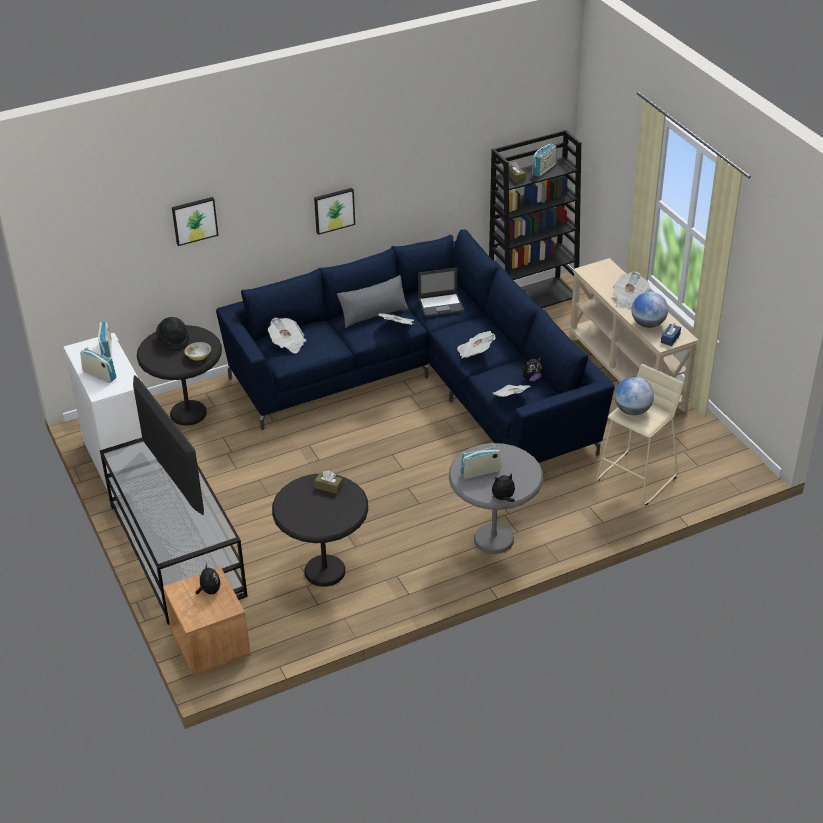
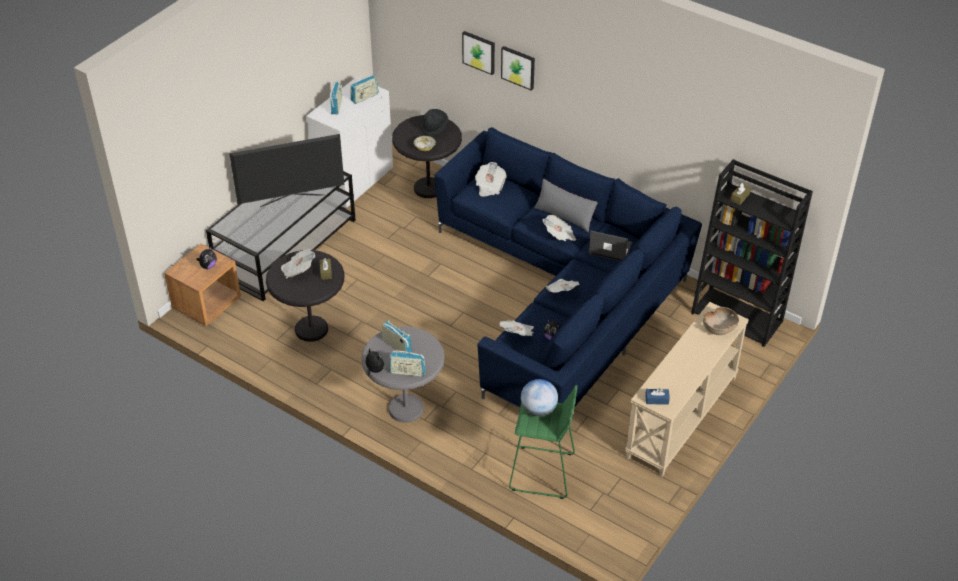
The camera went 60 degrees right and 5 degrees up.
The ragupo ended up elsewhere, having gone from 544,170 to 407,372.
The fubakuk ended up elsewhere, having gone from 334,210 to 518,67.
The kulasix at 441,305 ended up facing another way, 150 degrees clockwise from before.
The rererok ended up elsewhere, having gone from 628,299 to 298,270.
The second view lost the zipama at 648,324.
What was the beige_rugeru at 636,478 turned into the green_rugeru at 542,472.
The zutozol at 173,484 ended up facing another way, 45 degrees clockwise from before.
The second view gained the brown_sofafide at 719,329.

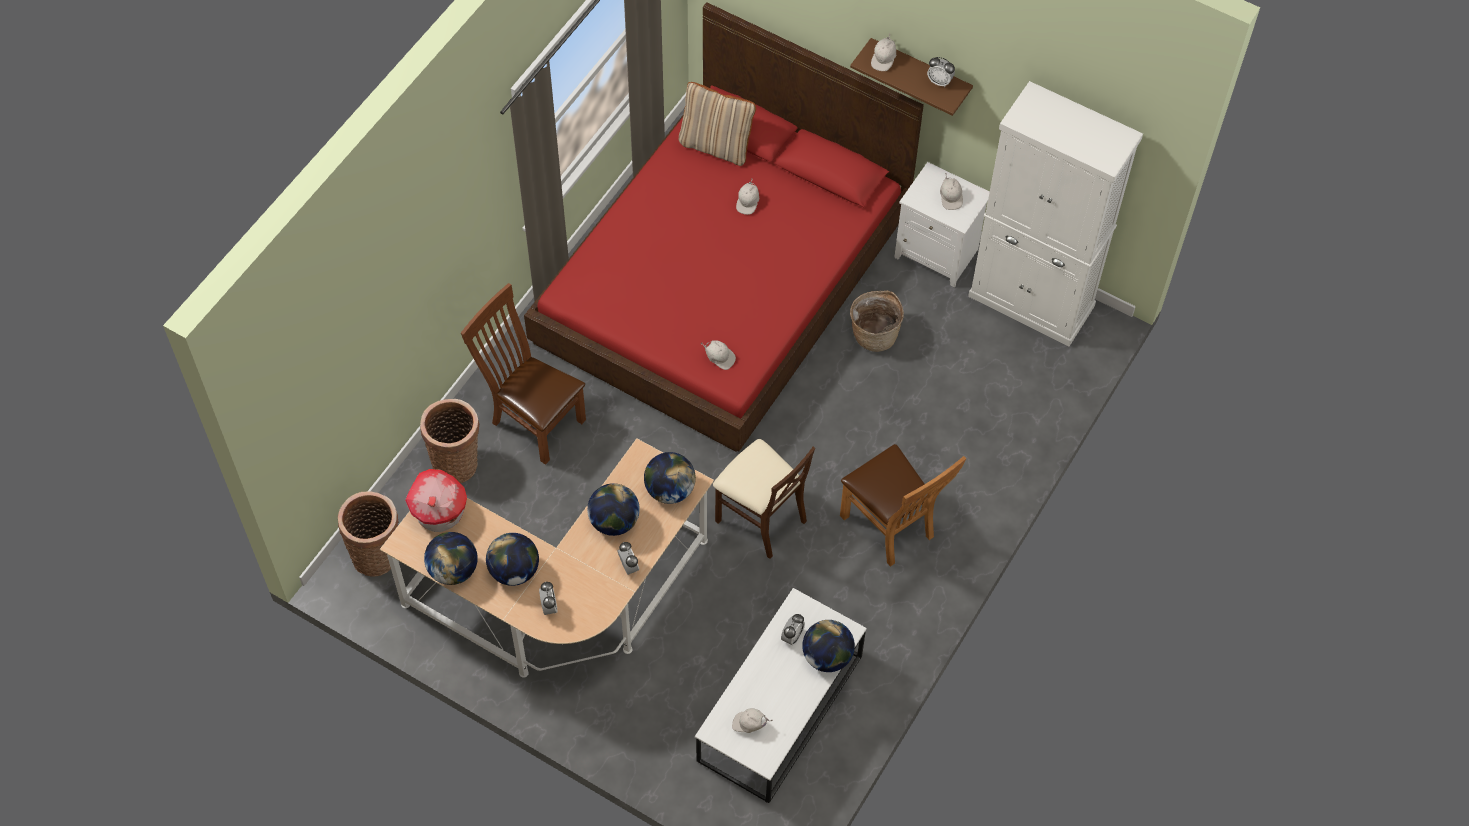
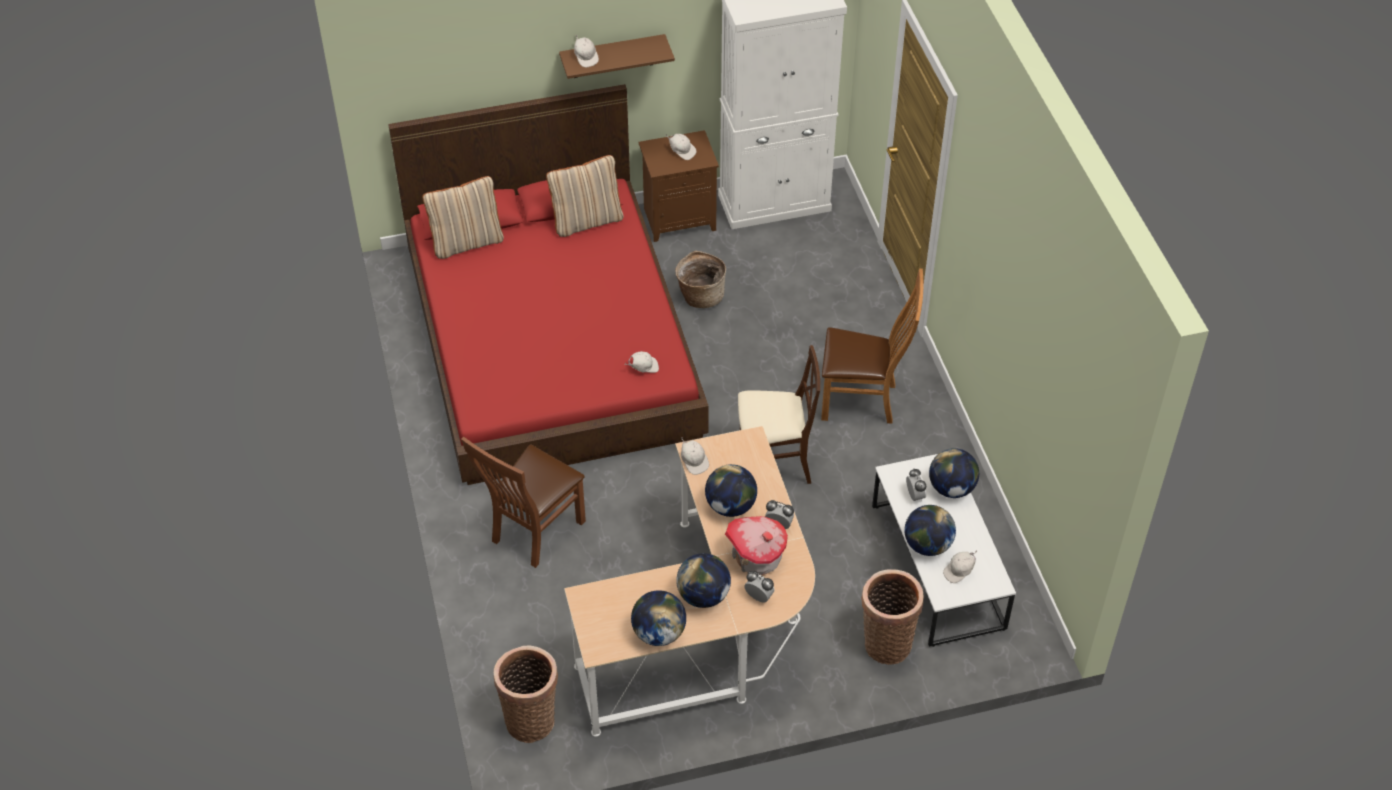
The camera went 45 degrees left and 10 degrees down.
The second view lost the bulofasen at 939,81.
What was the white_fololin at 938,253 turned into the brown_fololin at 679,218.
The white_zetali ended up elsewhere, having gone from 748,202 to 694,461.
The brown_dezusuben at 533,420 ended up facing another way, 45 degrees counterclockwise from before.
The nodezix ended up elsewhere, having gone from 457,462 to 886,641.
The zipama ended up elsewhere, having gone from 669,490 to 927,545.
The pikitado ended up elsewhere, having gone from 440,512 to 756,557.
The second view gained the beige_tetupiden at 586,220.

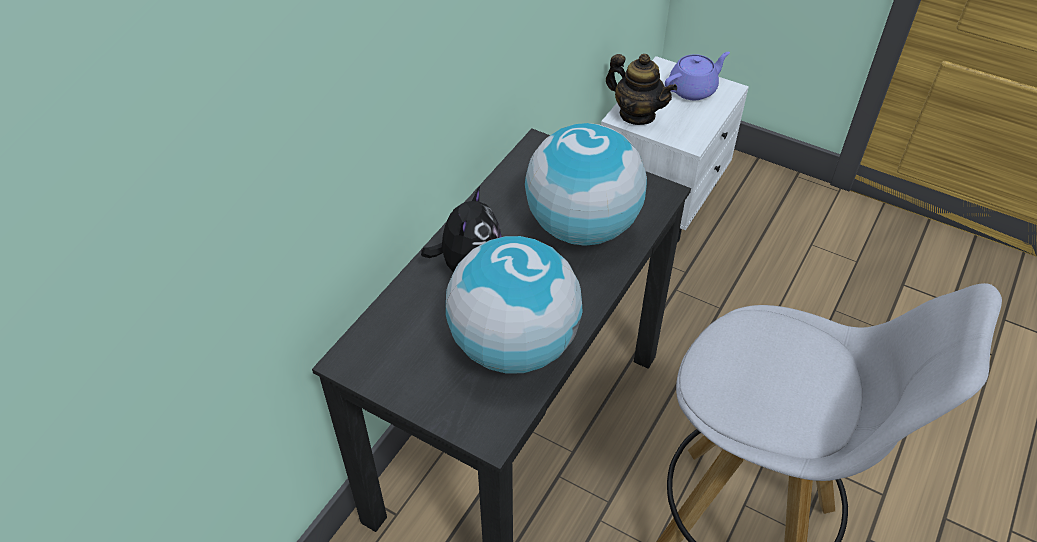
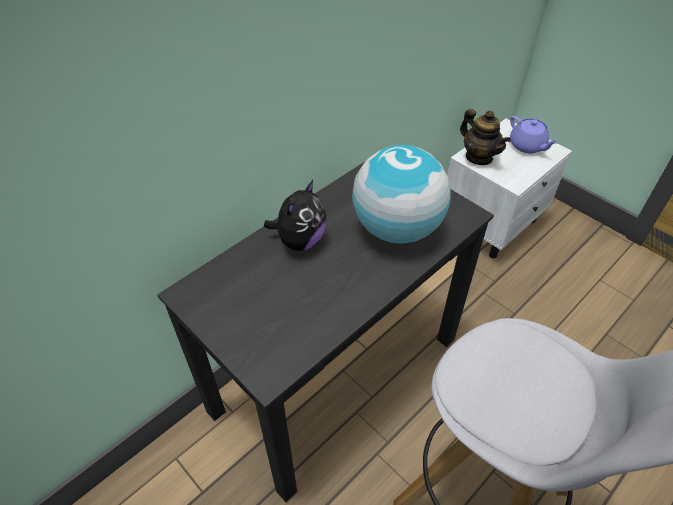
The camera went 15 degrees right and 0 degrees up.
The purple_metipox at 693,89 ended up facing another way, 75 degrees clockwise from before.
The second view lost the zipama at 513,346.

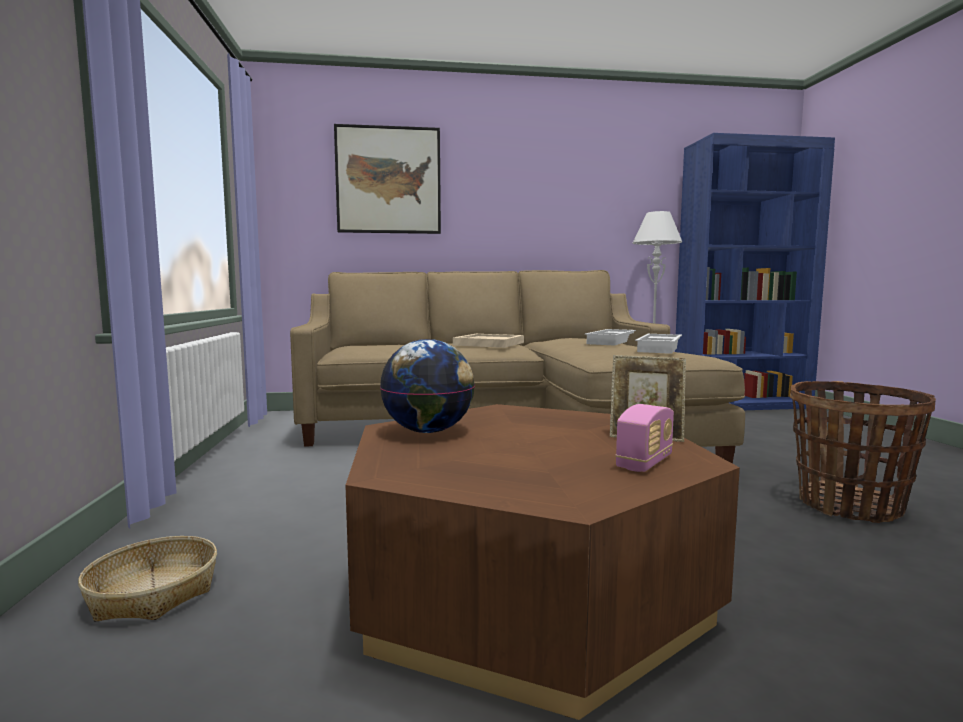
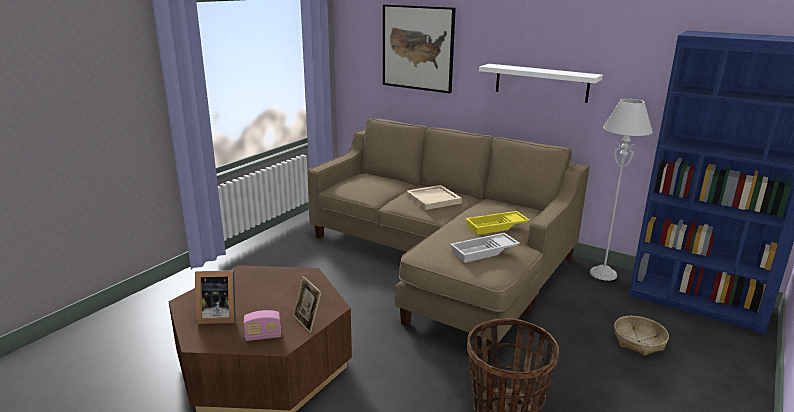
The camera went 40 degrees right and 15 degrees up.
What was the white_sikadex at 612,341 turned into the yellow_sikadex at 496,226.
The second view lost the zipama at 428,431.
The nodezix ended up elsewhere, having gone from 154,593 to 639,341.
The second view gained the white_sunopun at 541,83.
The second view gained the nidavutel at 217,316.

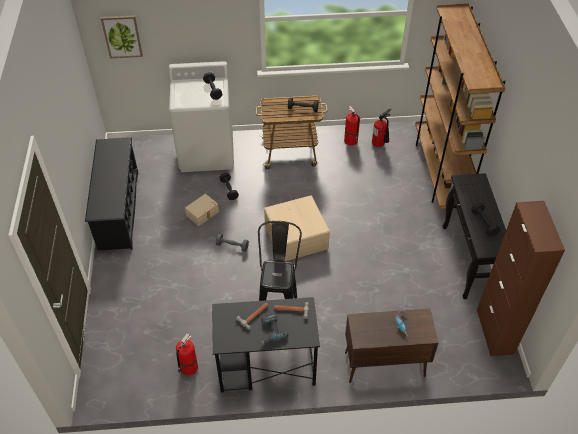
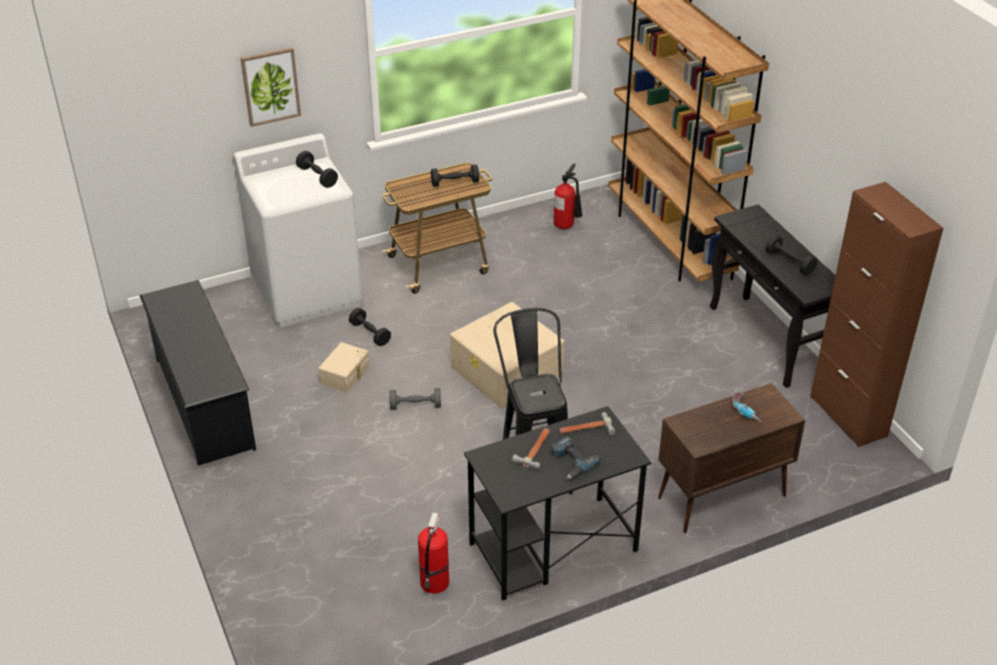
The camera went 20 degrees left and 10 degrees down.
The fubakuk ended up elsewhere, having gone from 122,36 to 270,86.
The second view lost the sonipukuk at 351,141.

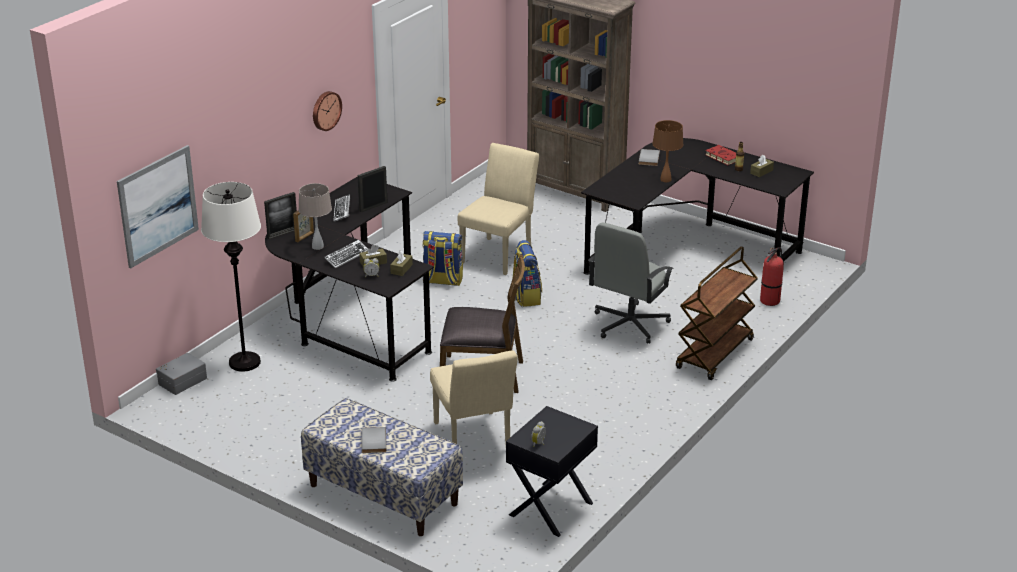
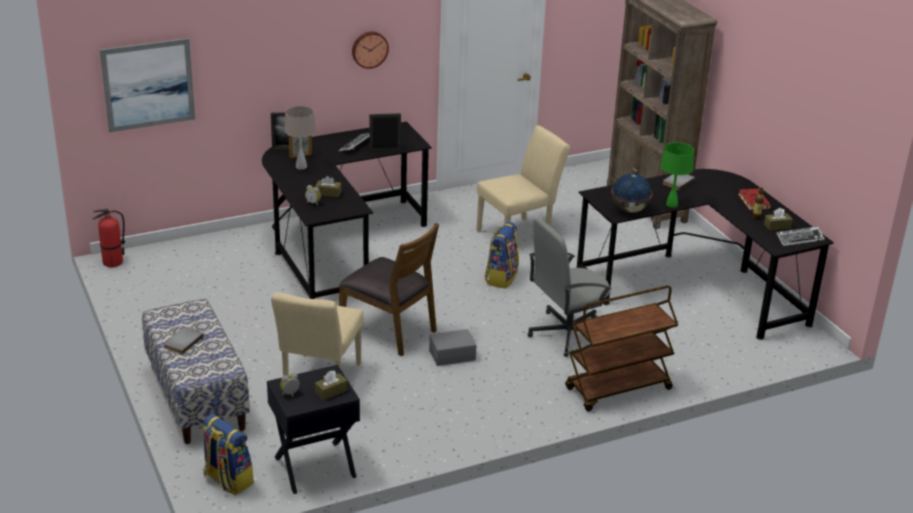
The camera went 30 degrees right and 0 degrees up.
What was the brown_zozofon at 666,180 turned into the green_zozofon at 672,205.
The second view lost the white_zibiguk at 244,363.
The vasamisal ended up elsewhere, having gone from 442,281 to 227,480.
The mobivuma ended up elsewhere, having gone from 346,257 to 799,239.
The sonipukuk ended up elsewhere, having gone from 770,301 to 112,262.
The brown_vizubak ended up elsewhere, having gone from 401,269 to 331,391.
The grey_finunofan ended up elsewhere, having gone from 181,380 to 451,354.
The second view gained the zipama at 629,210.

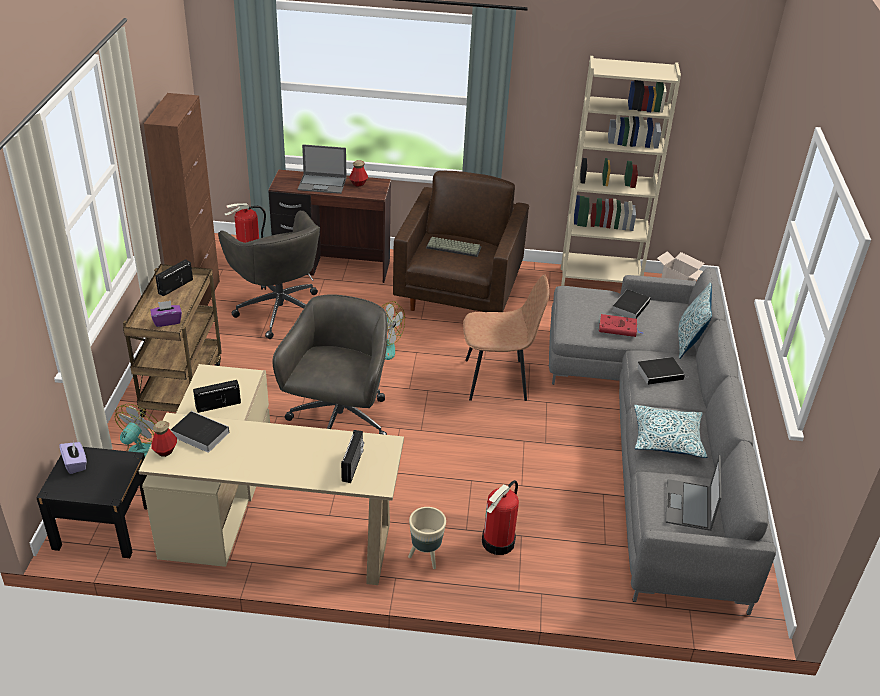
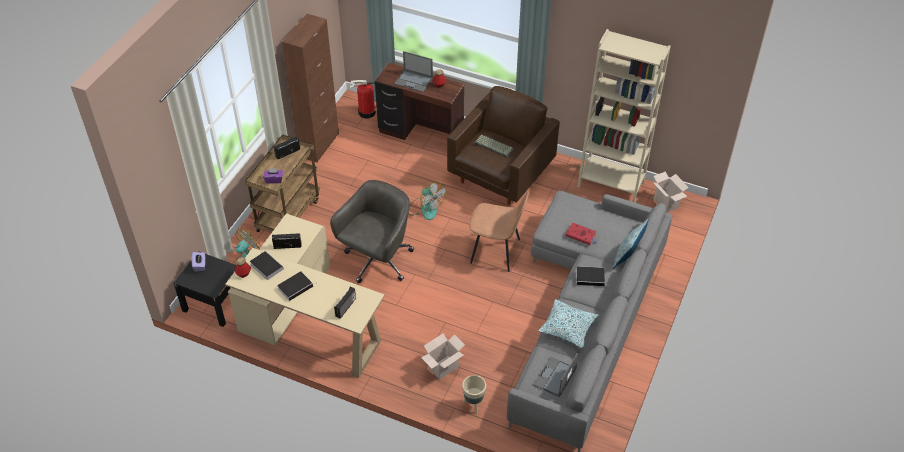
The camera went 20 degrees right and 10 degrees up.
The second view lost the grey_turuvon at 279,309.
The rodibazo ended up elsewhere, having gone from 630,306 to 296,287.
Where the sonipukuk stood at 498,542, the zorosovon came to stand at 443,368.
The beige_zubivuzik ended up elsewhere, having gone from 425,557 to 473,405.

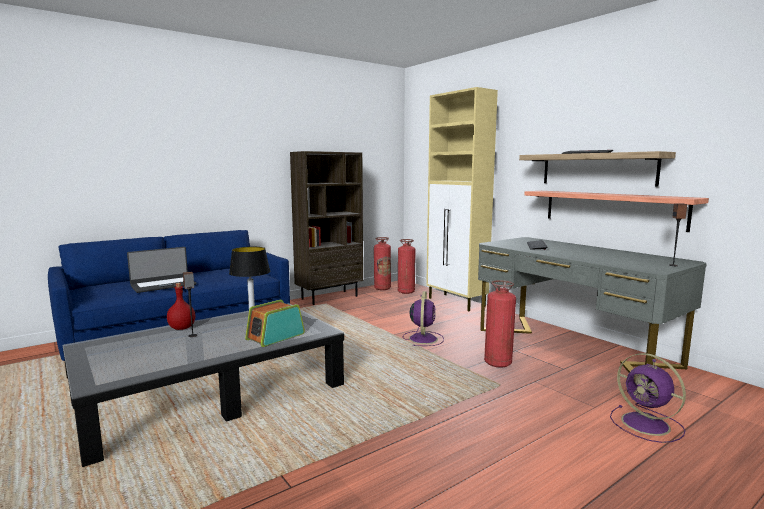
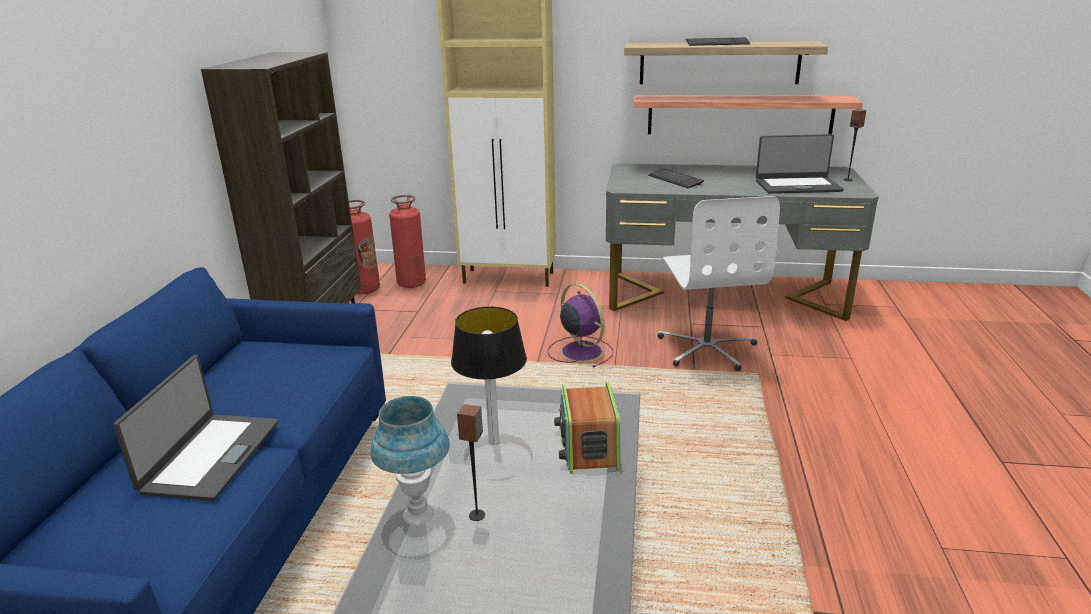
The camera went 45 degrees left and 15 degrees up.
Where the sonipukuk stood at 497,363, the white_turuvon came to stand at 707,348.
Where the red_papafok stood at 181,328, the blue_zozofon came to stand at 418,515.
The second view lost the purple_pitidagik at 647,425.
The second view gained the kulasix at 797,186.

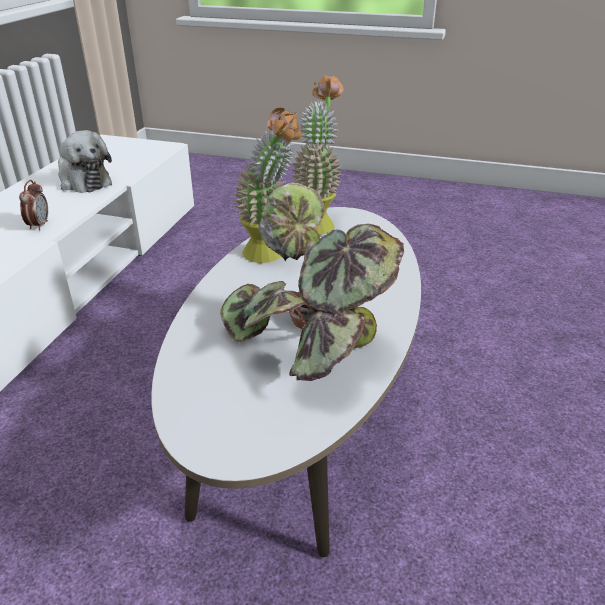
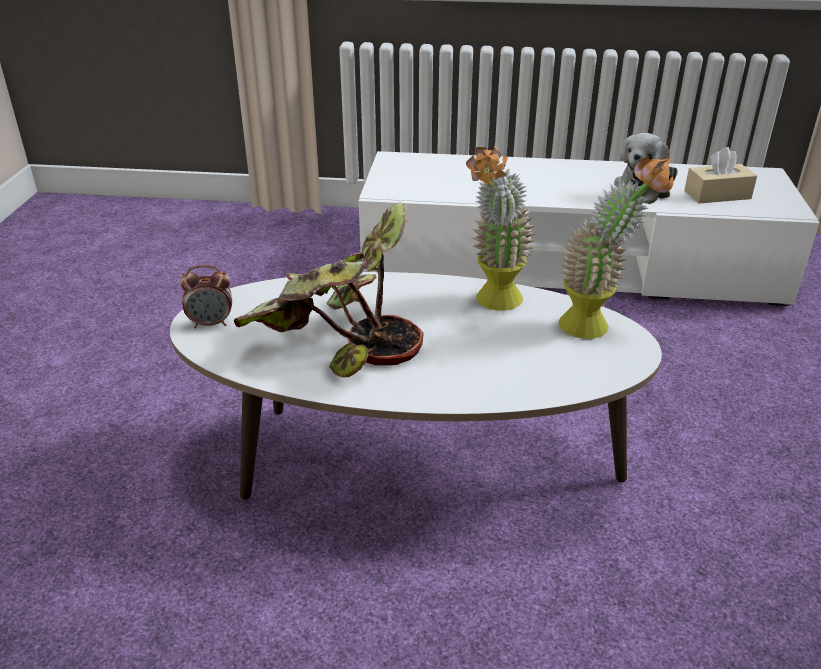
The camera went 80 degrees right and 0 degrees up.
The bulofasen ended up elsewhere, having gone from 39,225 to 211,323.
The second view gained the beige_vizubak at 717,195.

